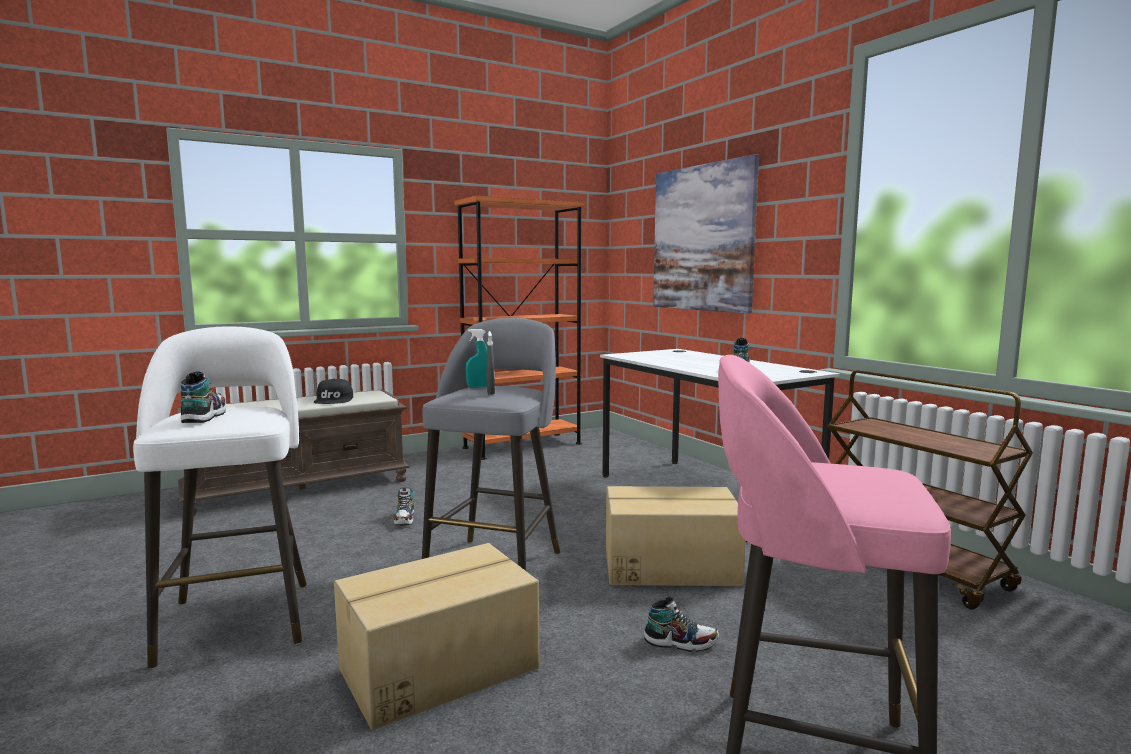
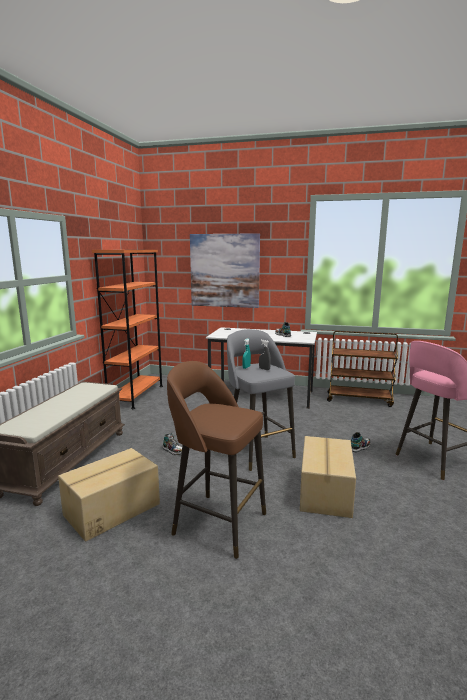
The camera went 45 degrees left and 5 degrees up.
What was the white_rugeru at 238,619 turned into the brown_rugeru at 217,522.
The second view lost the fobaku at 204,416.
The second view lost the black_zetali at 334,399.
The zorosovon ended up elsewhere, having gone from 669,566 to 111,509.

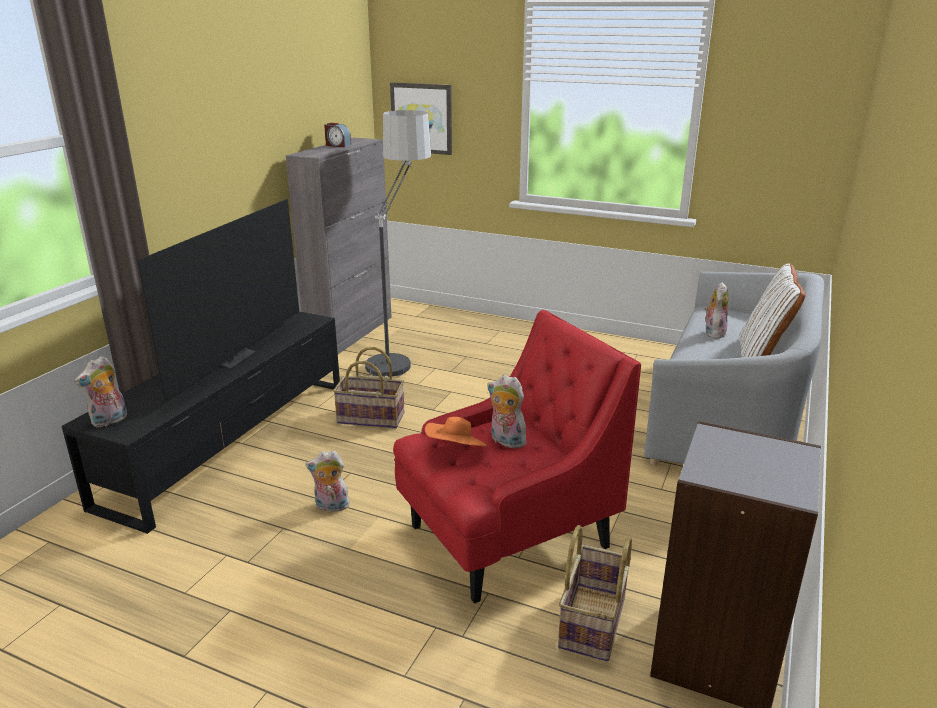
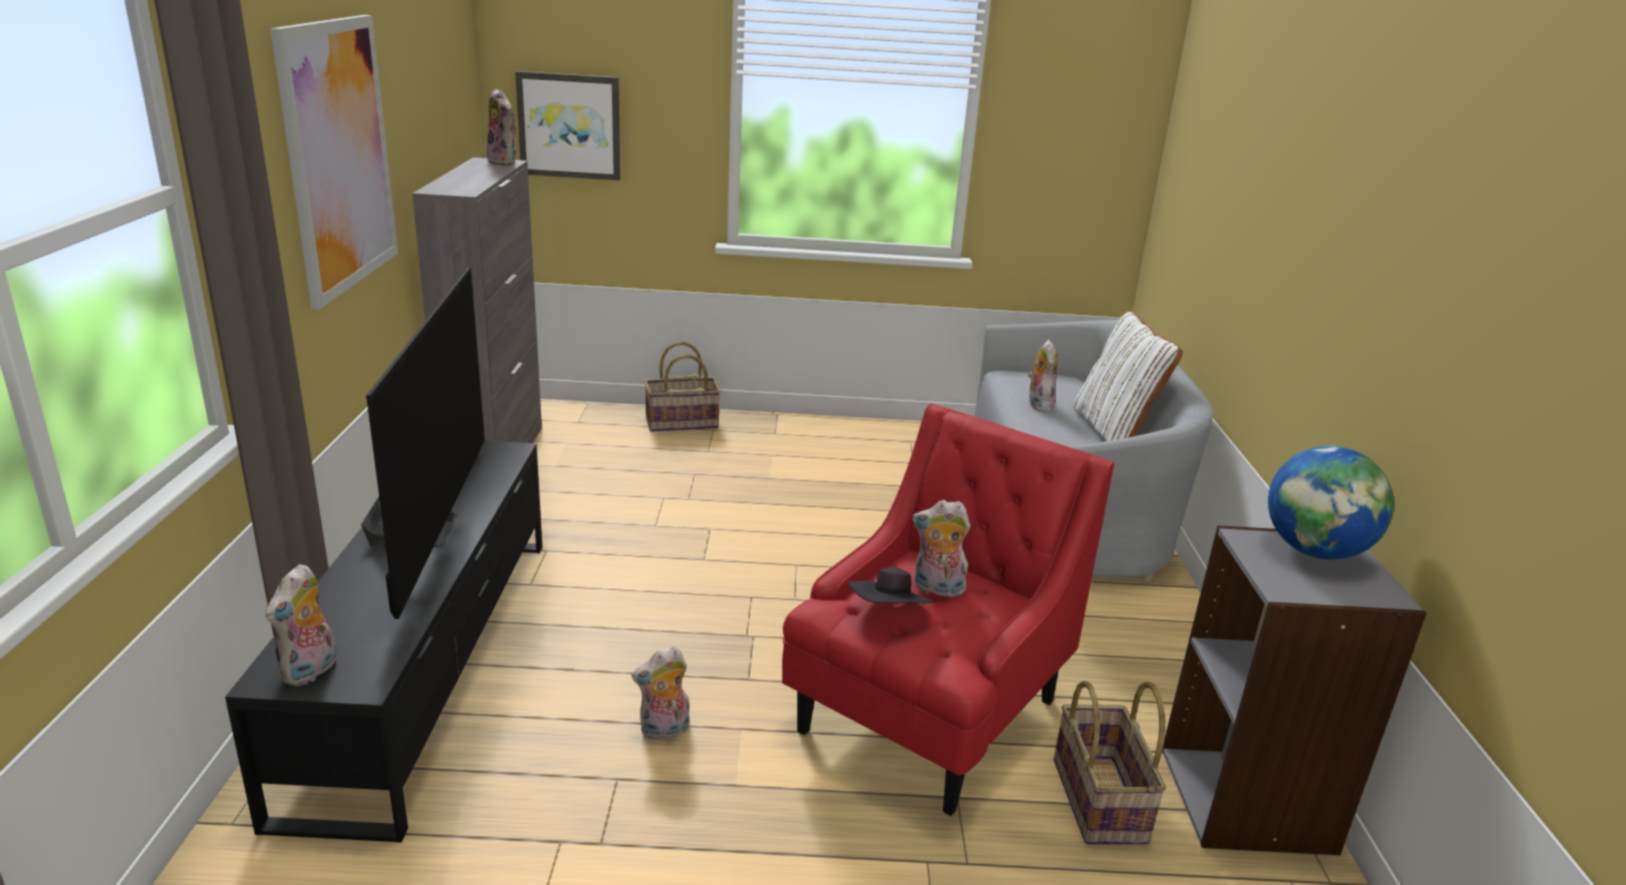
The camera went 25 degrees left and 0 degrees up.
The second view lost the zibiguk at 399,353.
The second view lost the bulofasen at 337,145.
The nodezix ended up elsewhere, having gone from 370,418 to 681,423.
What was the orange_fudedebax at 456,450 turned into the black_fudedebax at 889,614.
The second view gained the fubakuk at 339,156.
The second view gained the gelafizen at 505,162.
The second view gained the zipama at 1315,551.

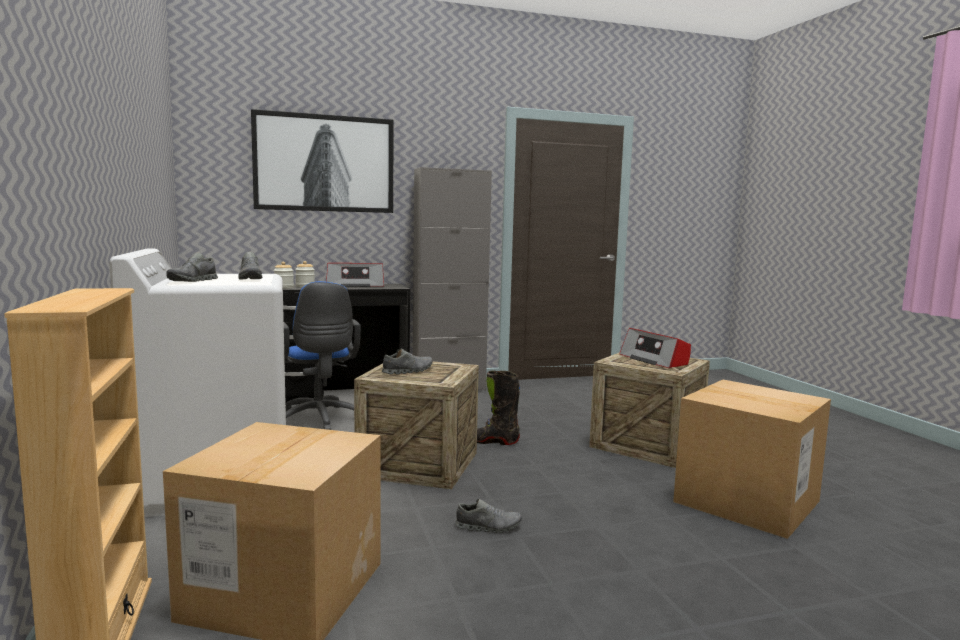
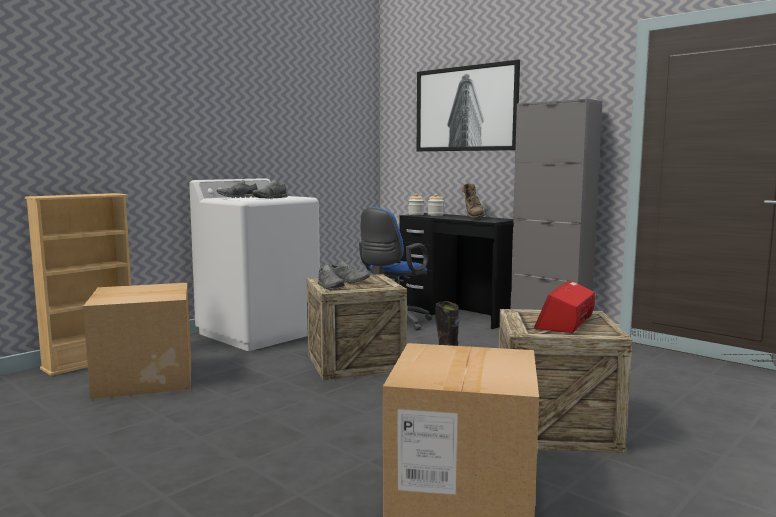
The camera went 60 degrees right and 0 degrees up.
Where the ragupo stood at 355,285, the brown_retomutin came to stand at 473,217.
The grey_fobaku ended up elsewhere, having gone from 488,527 to 330,286.

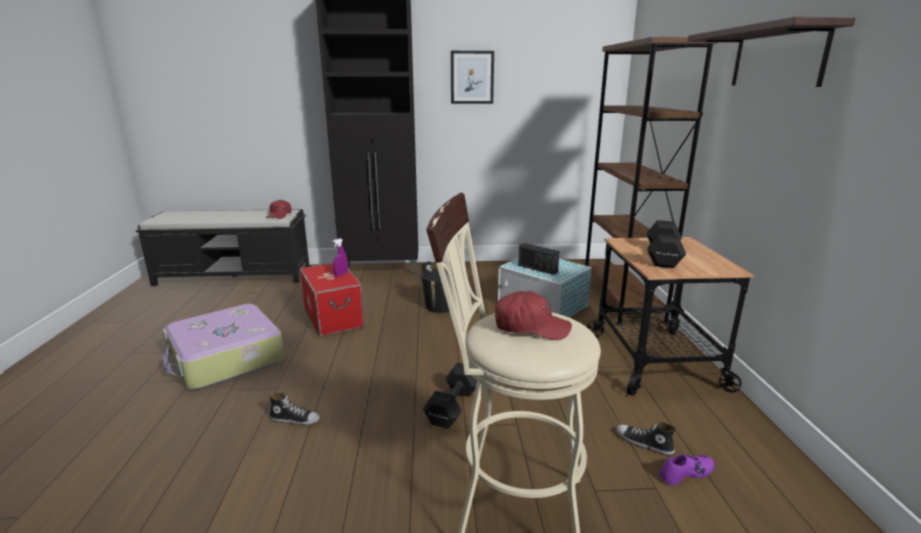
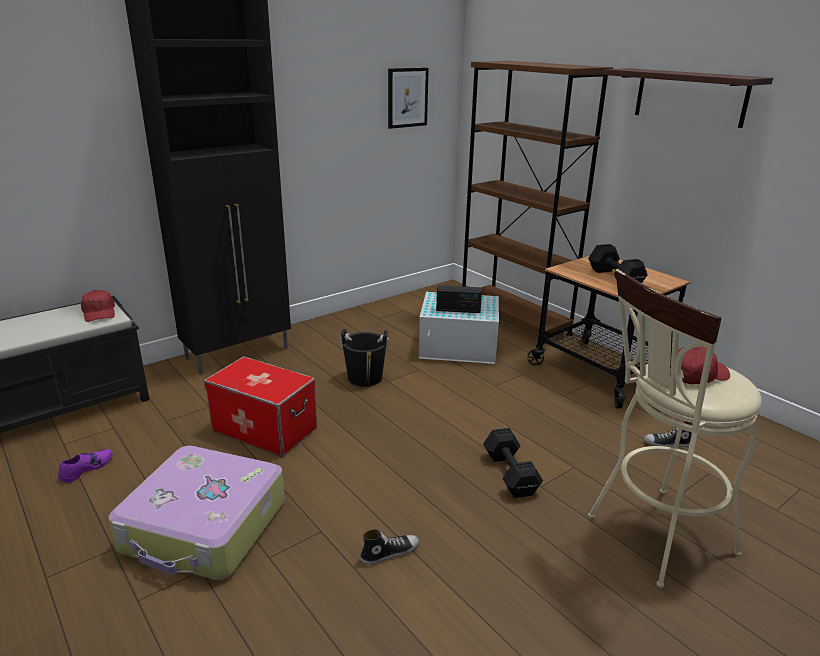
The camera went 35 degrees left and 5 degrees up.
The fubakuk ended up elsewhere, having gone from 472,77 to 407,97.
The second view lost the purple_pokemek at 341,275.
The purple_fobaku ended up elsewhere, having gone from 685,473 to 86,468.

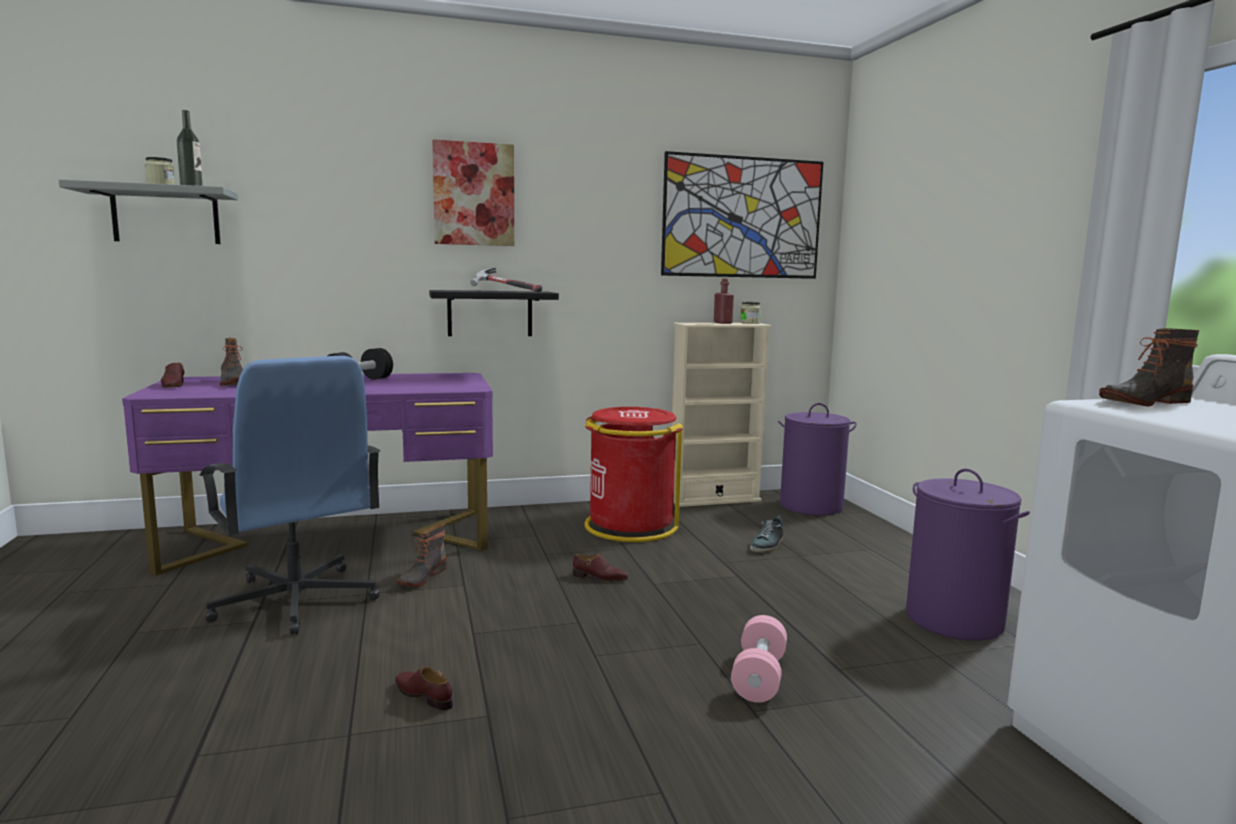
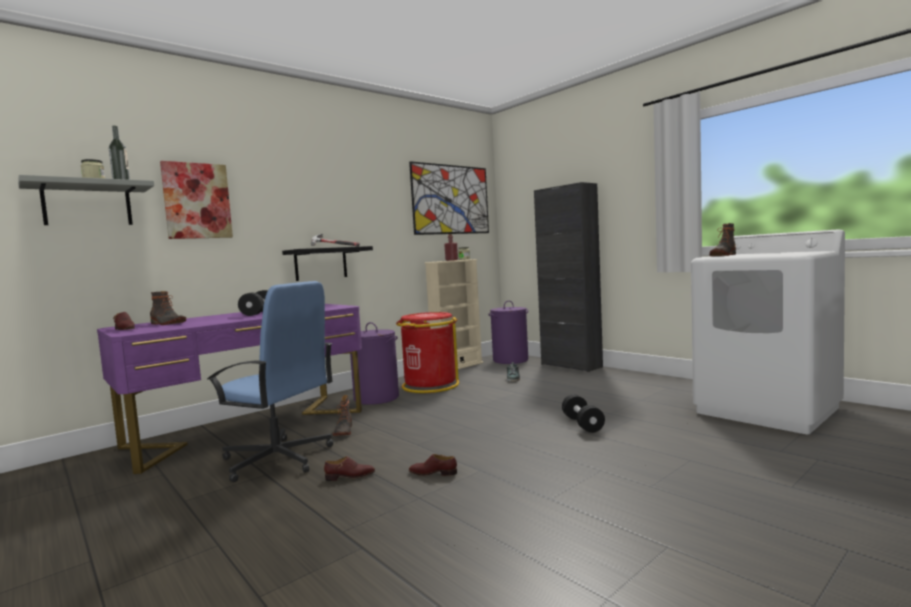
The camera went 25 degrees left and 5 degrees down.
The fubakuk ended up elsewhere, having gone from 474,194 to 197,201.
The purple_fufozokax ended up elsewhere, having gone from 955,620 to 377,398.
The brown_fobaku ended up elsewhere, having gone from 599,577 to 350,476.
What was the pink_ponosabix at 759,677 turned into the black_ponosabix at 582,424.
The second view gained the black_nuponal at 571,365.

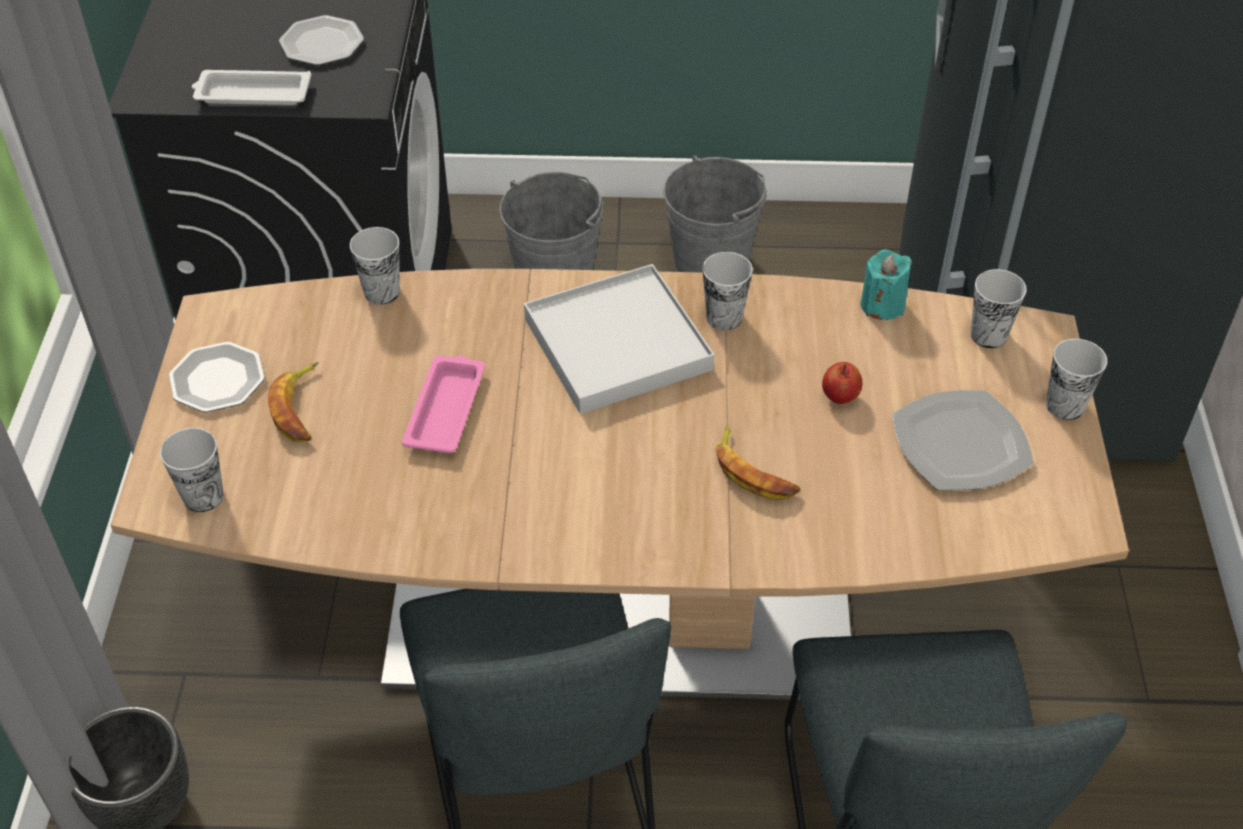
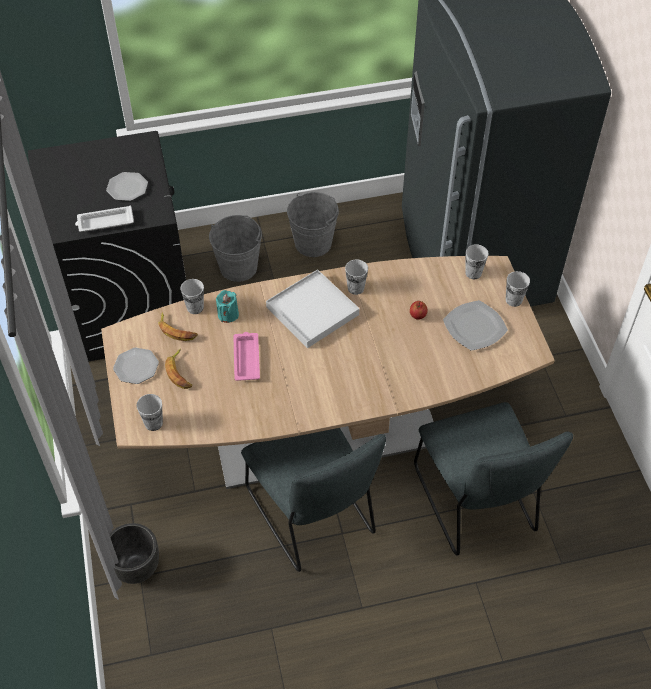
The camera went 15 degrees left and 5 degrees up.
The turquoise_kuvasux ended up elsewhere, having gone from 882,305 to 228,314.
The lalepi ended up elsewhere, having gone from 753,471 to 177,330.

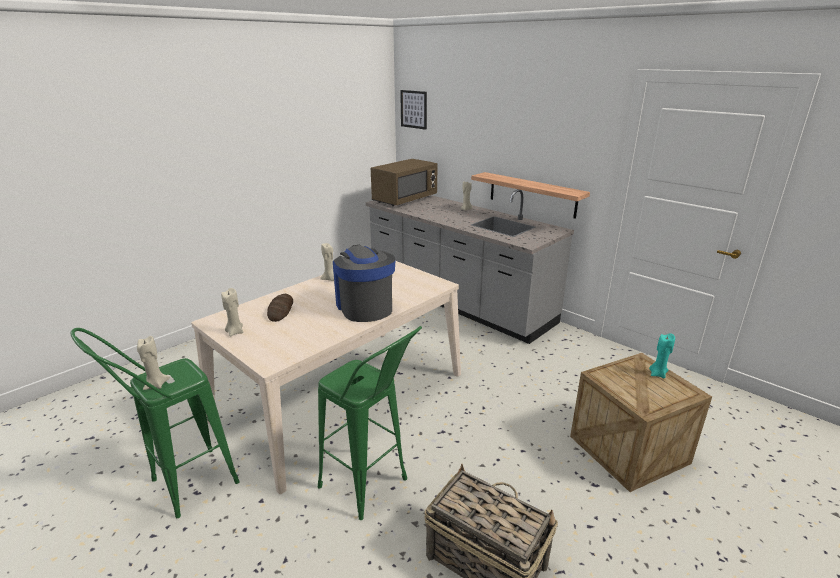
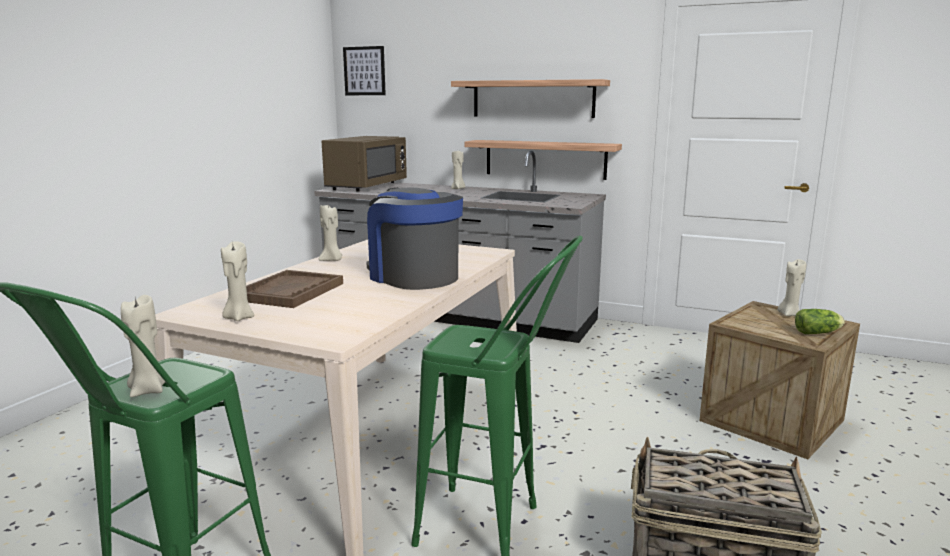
The camera went 20 degrees left and 10 degrees down.
Where the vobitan stood at 280,310, the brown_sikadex came to stand at 290,291.
What was the turquoise_kuvasux at 657,374 turned into the beige_kuvasux at 789,314.
The second view gained the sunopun at 532,99.
The second view gained the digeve at 819,333.

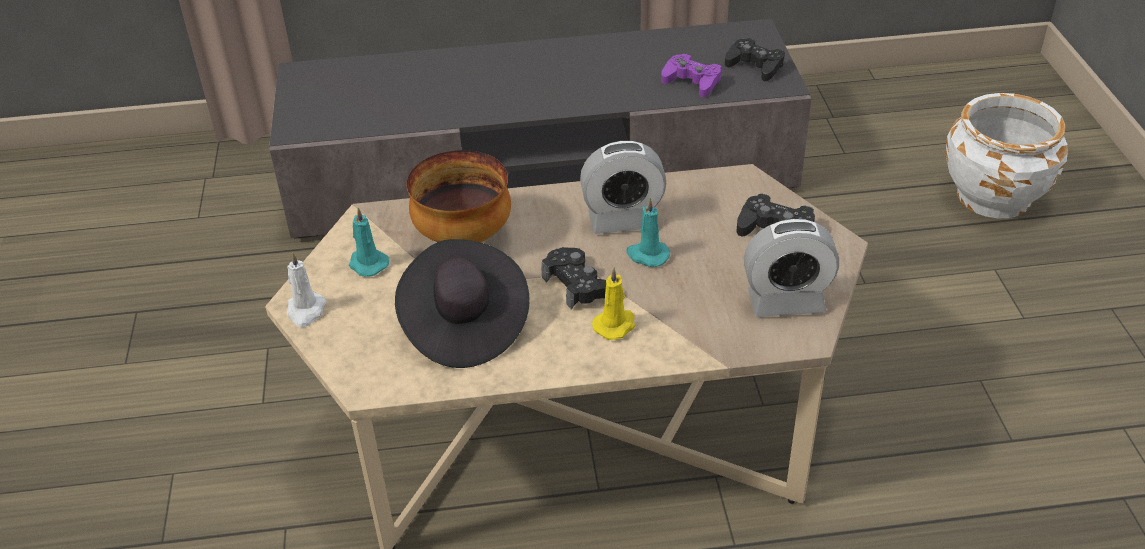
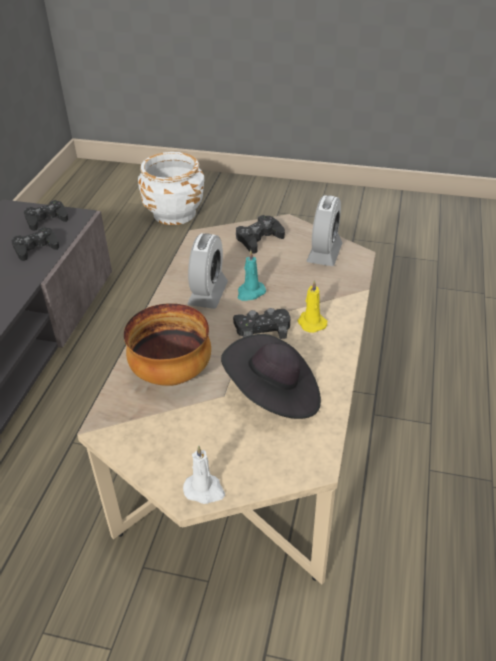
The camera went 70 degrees left and 0 degrees up.
What was the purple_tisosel at 692,81 turned into the black_tisosel at 36,248.
The second view lost the turquoise_kuvasux at 367,264.

